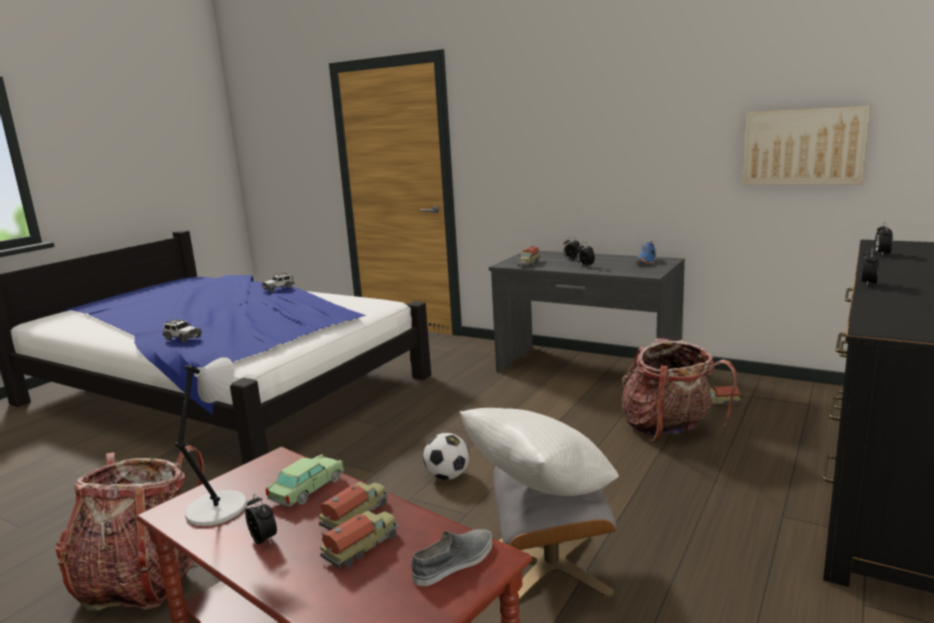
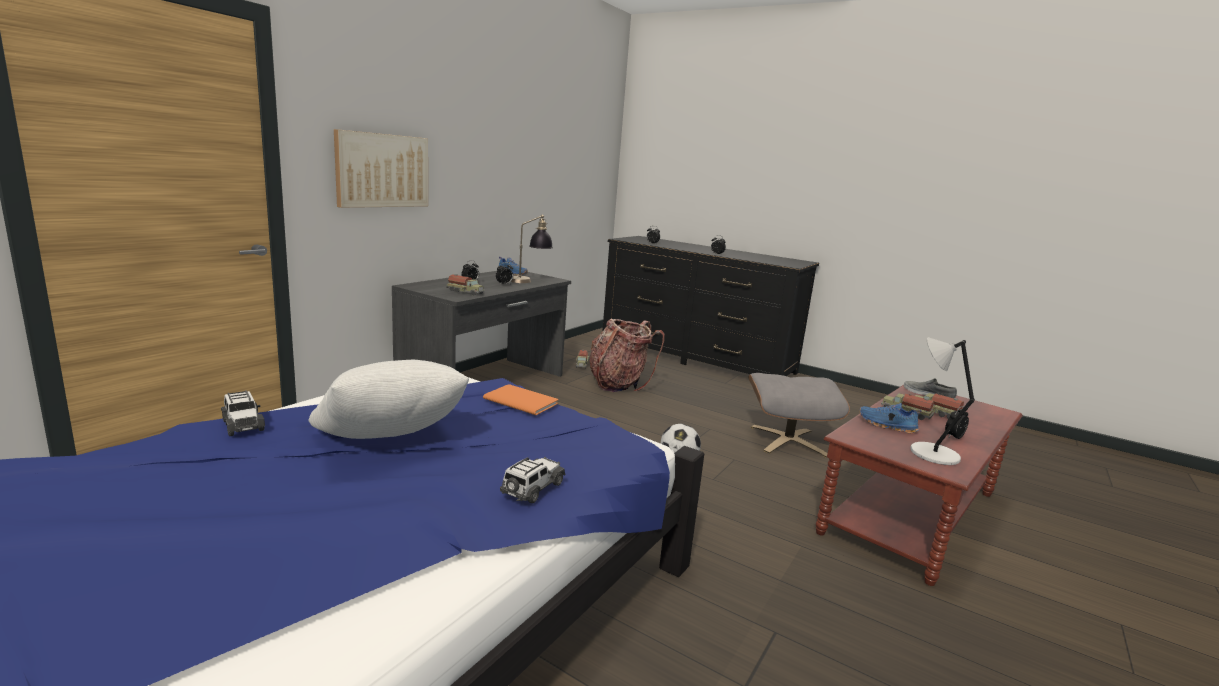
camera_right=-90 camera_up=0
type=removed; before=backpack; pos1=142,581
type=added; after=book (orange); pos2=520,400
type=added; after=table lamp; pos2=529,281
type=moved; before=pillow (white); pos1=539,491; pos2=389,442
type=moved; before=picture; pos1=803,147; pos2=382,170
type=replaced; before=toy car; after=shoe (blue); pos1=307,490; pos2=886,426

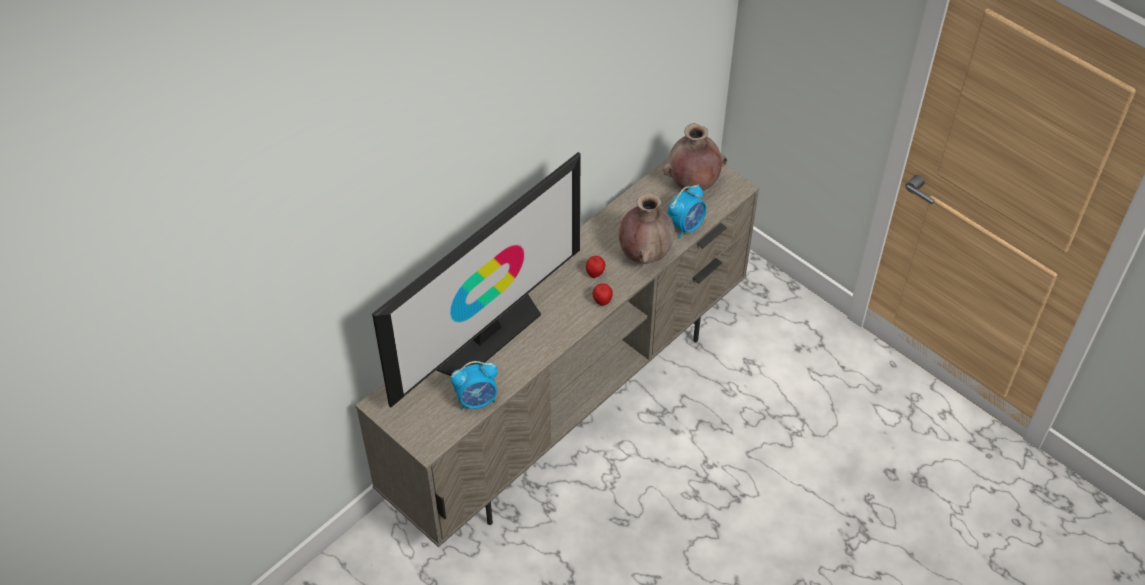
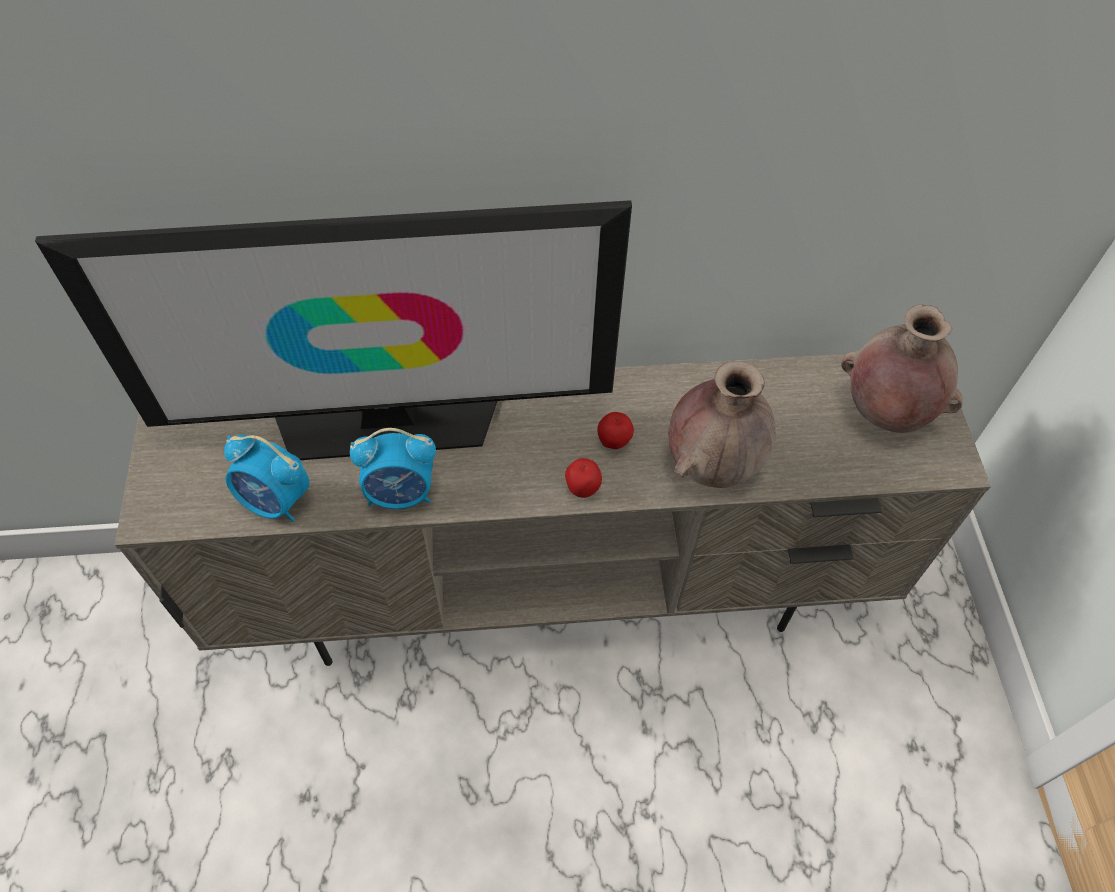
camera_right=40 camera_up=5
type=moved; before=alarm clock; pos1=686,226; pos2=401,493

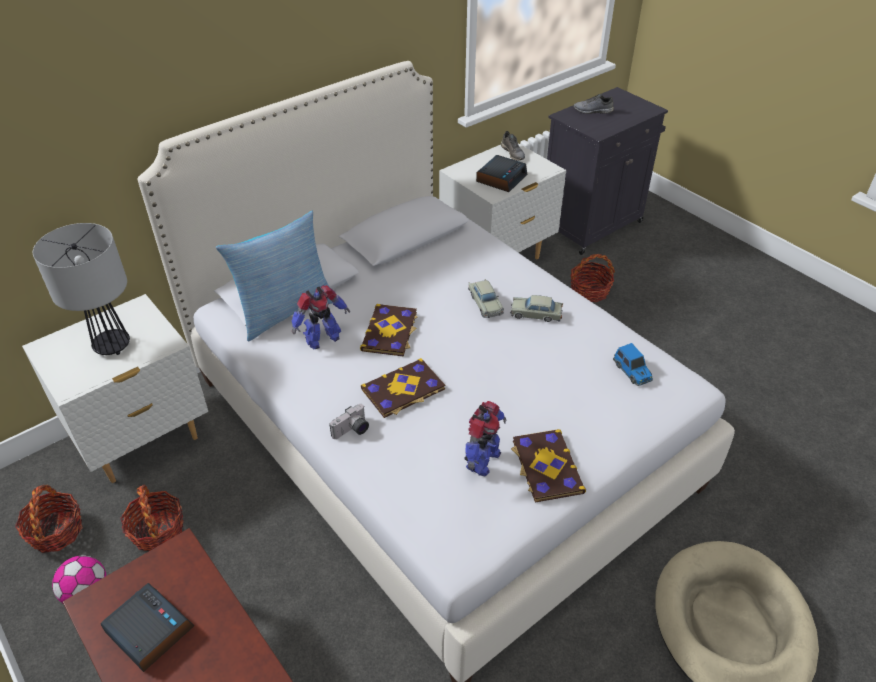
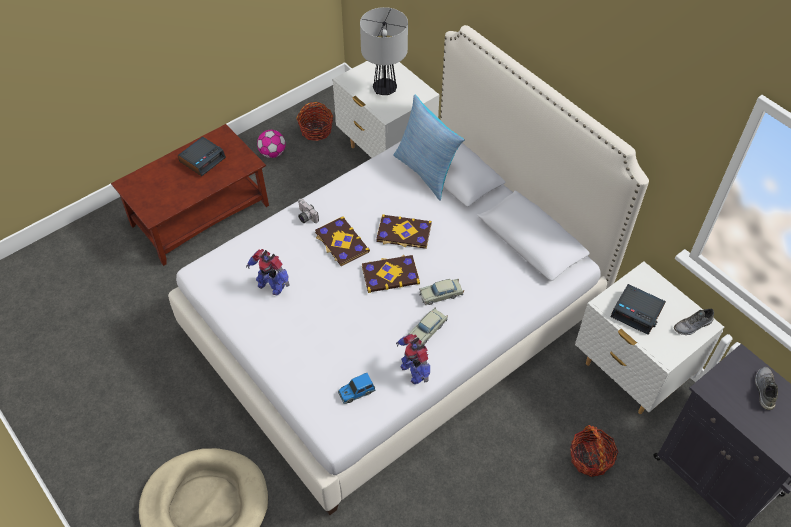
camera_right=90 camera_up=10
type=removed; before=basket; pos1=157,530
type=moved; before=toy robot; pos1=322,338; pos2=414,371
type=moved; before=book; pos1=546,467; pos2=390,274
type=turned; before=toy car (beige); pos1=536,314; pos2=427,330; turn=-150

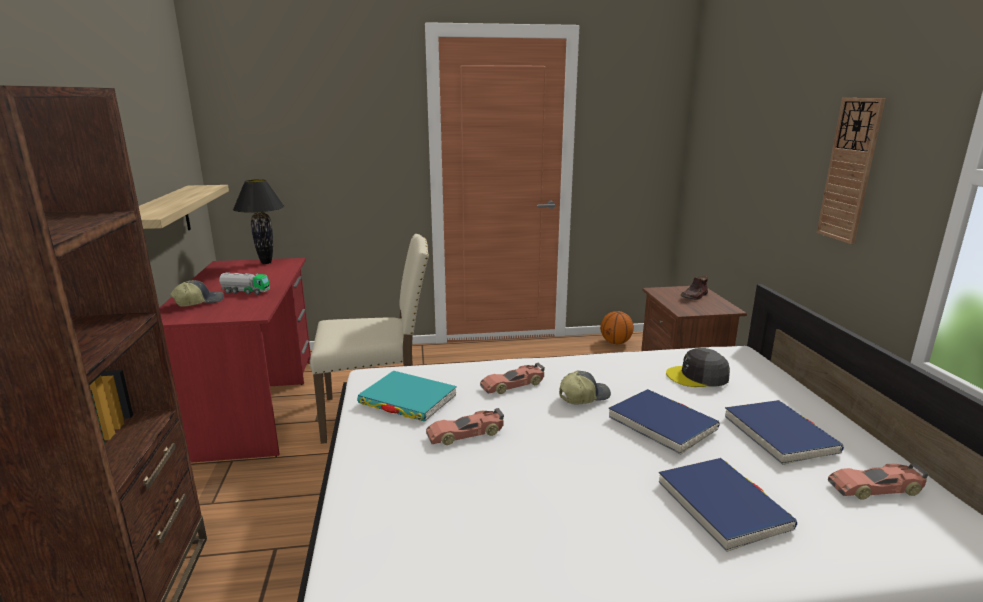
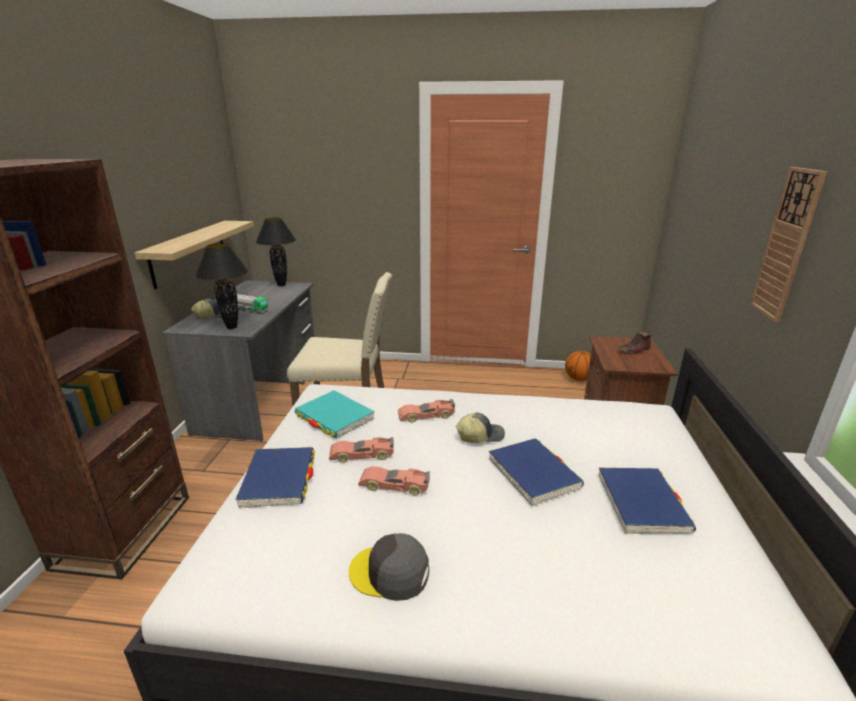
camera_right=15 camera_up=5
type=added; after=table lamp (black); pos2=231,327
type=moved; before=book (blue); pos1=722,506; pos2=279,479
type=moved; before=cap (grey); pos1=698,376; pos2=390,573
type=moved; before=toy car; pos1=876,488; pos2=395,485
type=recoloured; before=desk (red); after=desk (grey); pos1=253,405; pos2=261,396

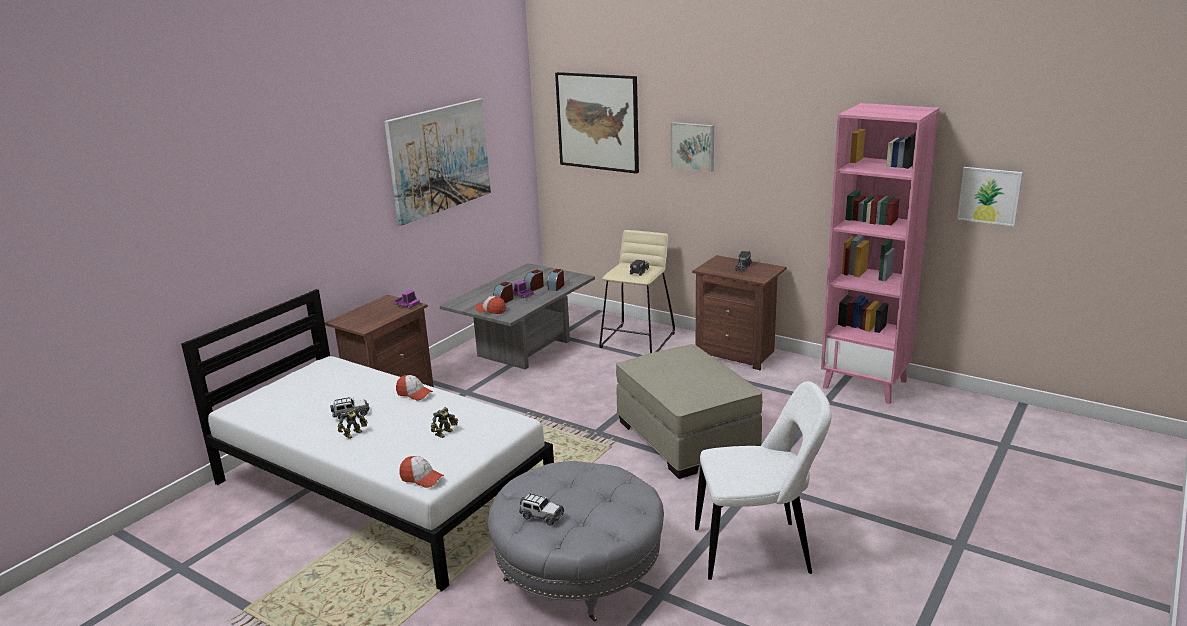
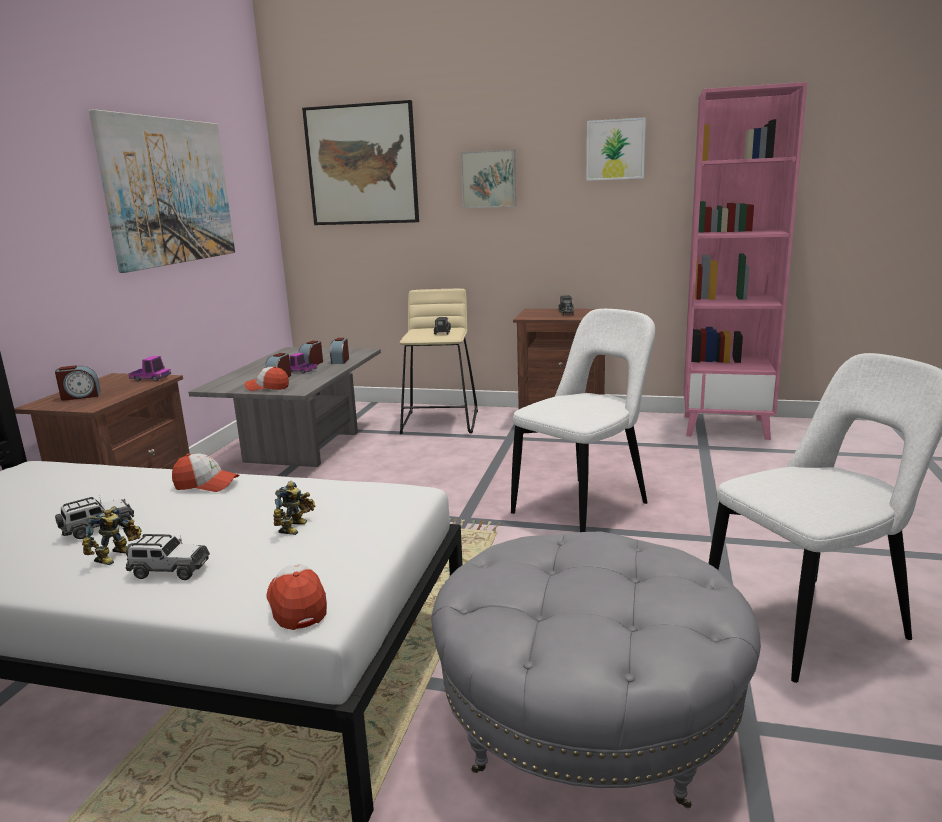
camera_right=-20 camera_up=-5
type=added; after=alarm clock; pos2=80,396
type=moved; before=toy car; pos1=541,516; pos2=169,570
type=moved; before=picture; pos1=989,196; pos2=615,149
type=replaced; before=ottoman (beige); after=chair (white); pos1=687,438; pos2=585,506
type=turned; before=cap; pos1=421,478; pos2=297,605; turn=-120

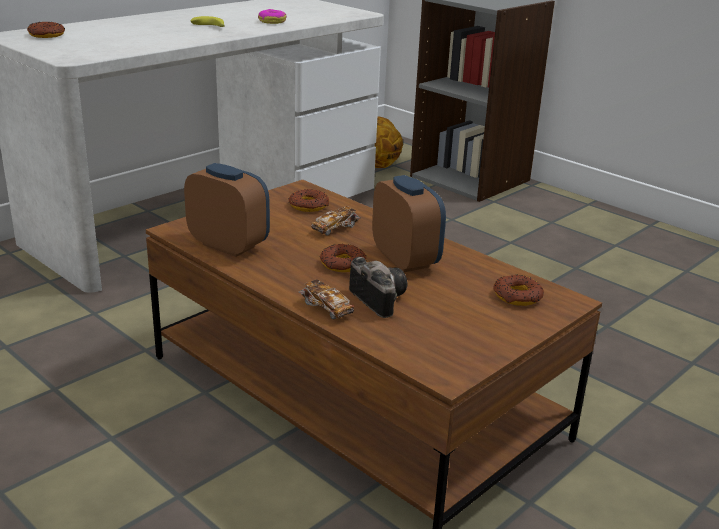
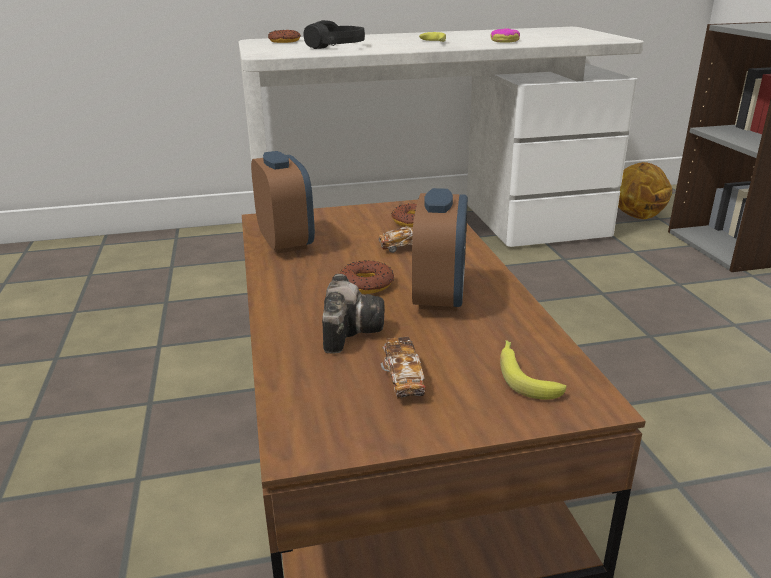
camera_right=35 camera_up=0
type=added; after=headphones (black); pos2=335,46
type=moved; before=toy car; pos1=326,309; pos2=403,379
type=replaced; before=donut; after=banana; pos1=517,296; pos2=524,375

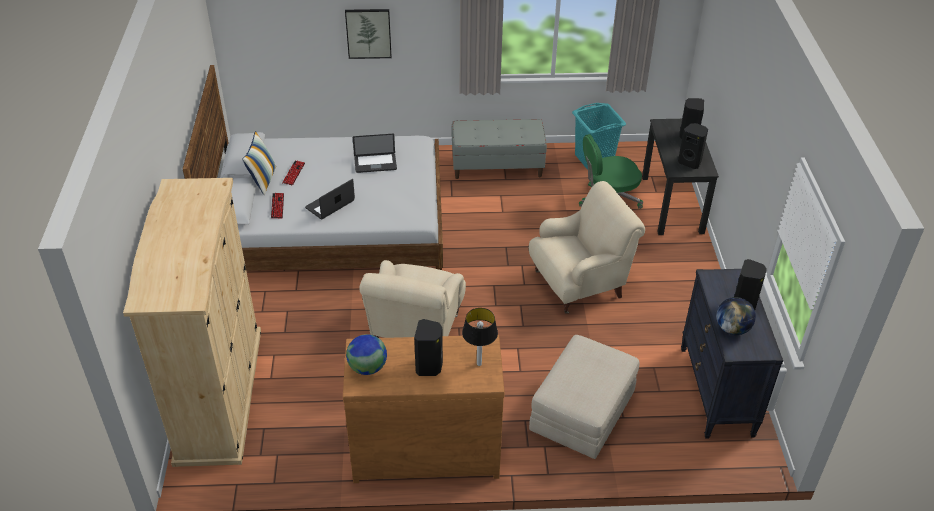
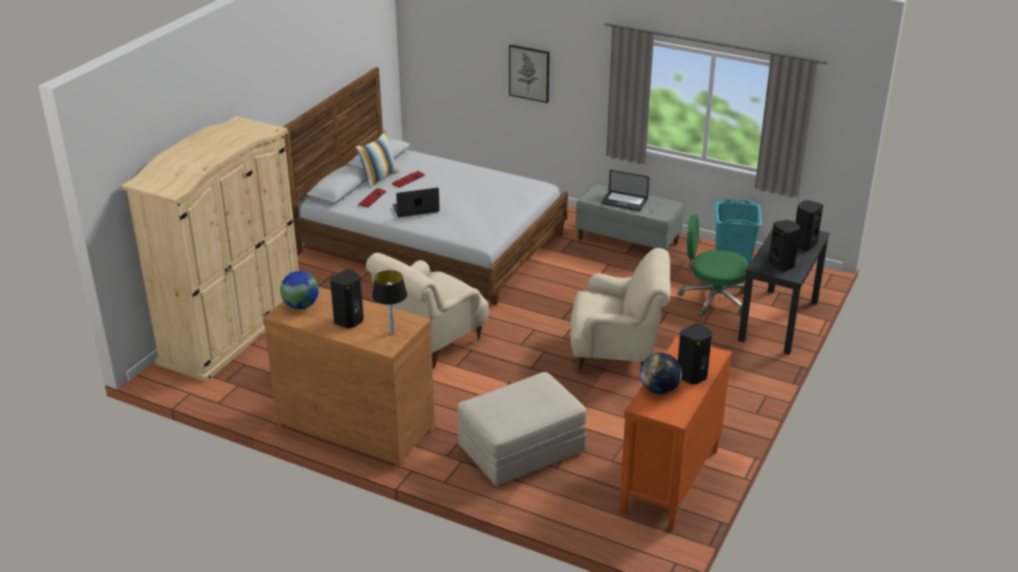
camera_right=30 camera_up=-10
type=moved; before=laptop; pos1=375,164; pos2=624,202
type=recoloured; before=dresser (black); after=dresser (orange); pos1=717,391; pos2=670,481

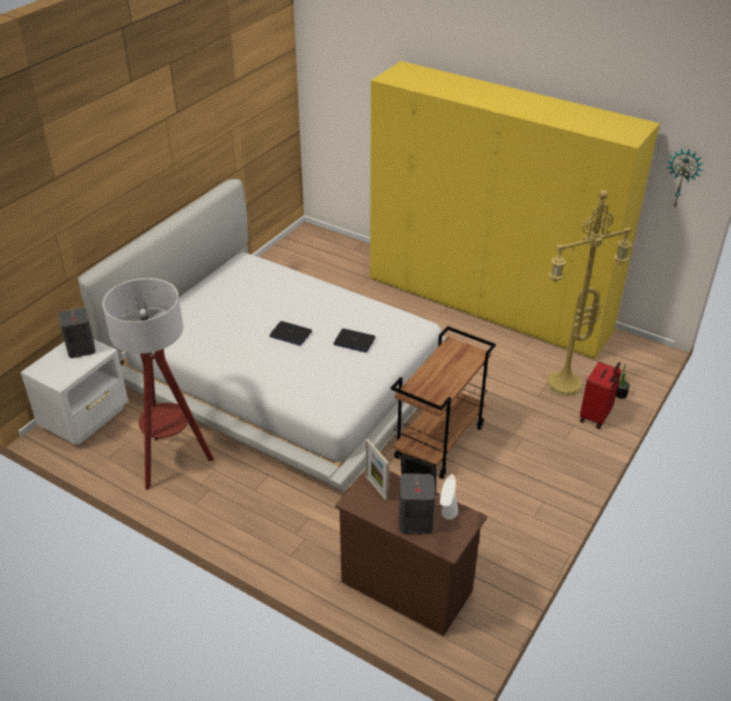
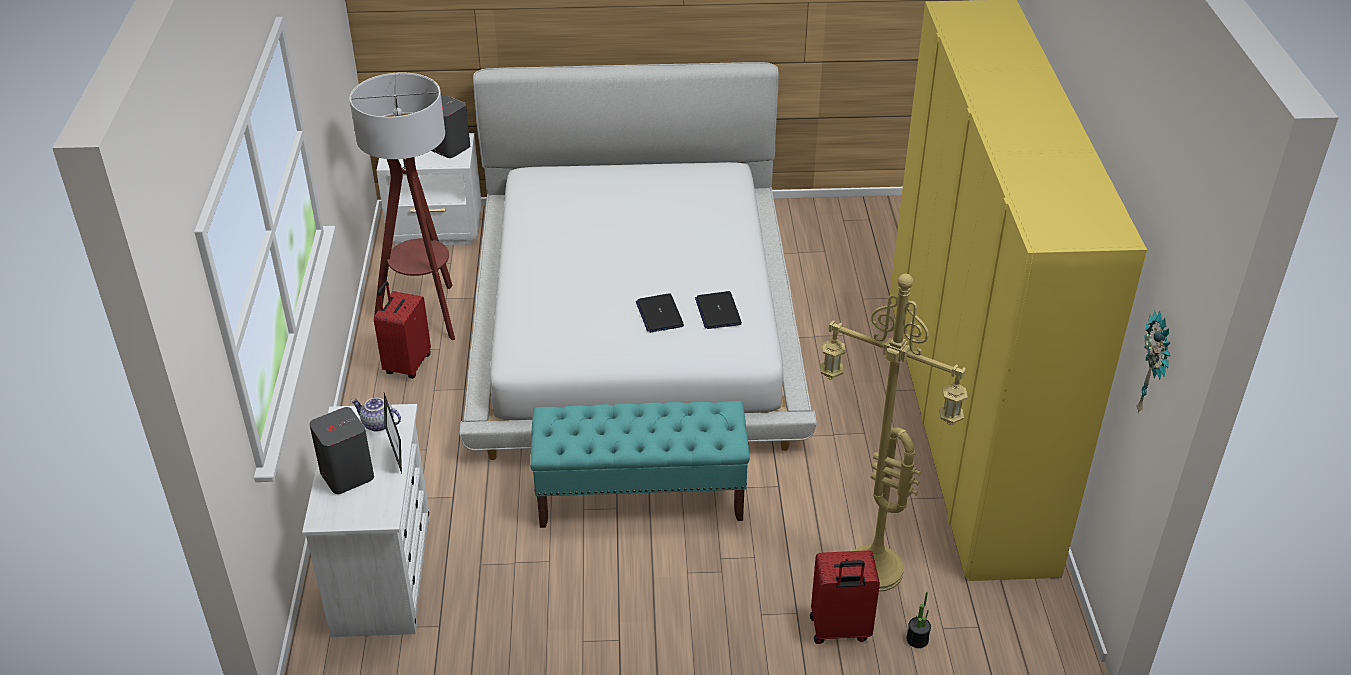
camera_right=55 camera_up=0
type=removed; before=table lamp (white); pos1=446,530
type=added; after=suitcase (red); pos2=406,365
type=moved; before=laptop; pos1=290,334; pos2=718,311
type=replaced; before=picture frame; after=teapot; pos1=376,488; pos2=377,424
type=replaced; before=cart (brown); after=bench (turquoise); pos1=439,442; pos2=641,497
type=recoloured; before=dresser (brown); after=dresser (white); pos1=406,586; pos2=383,573

